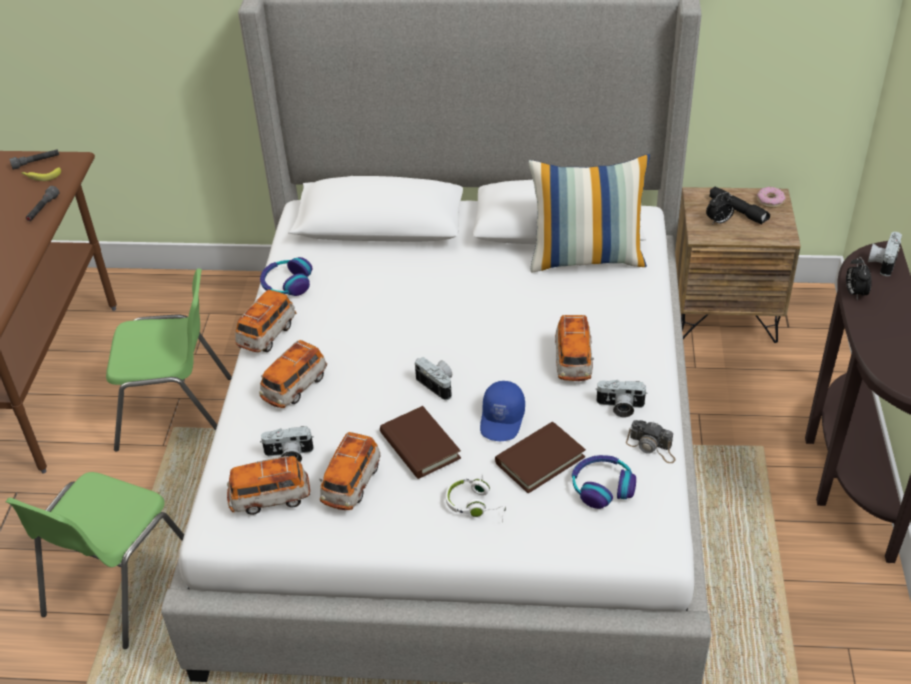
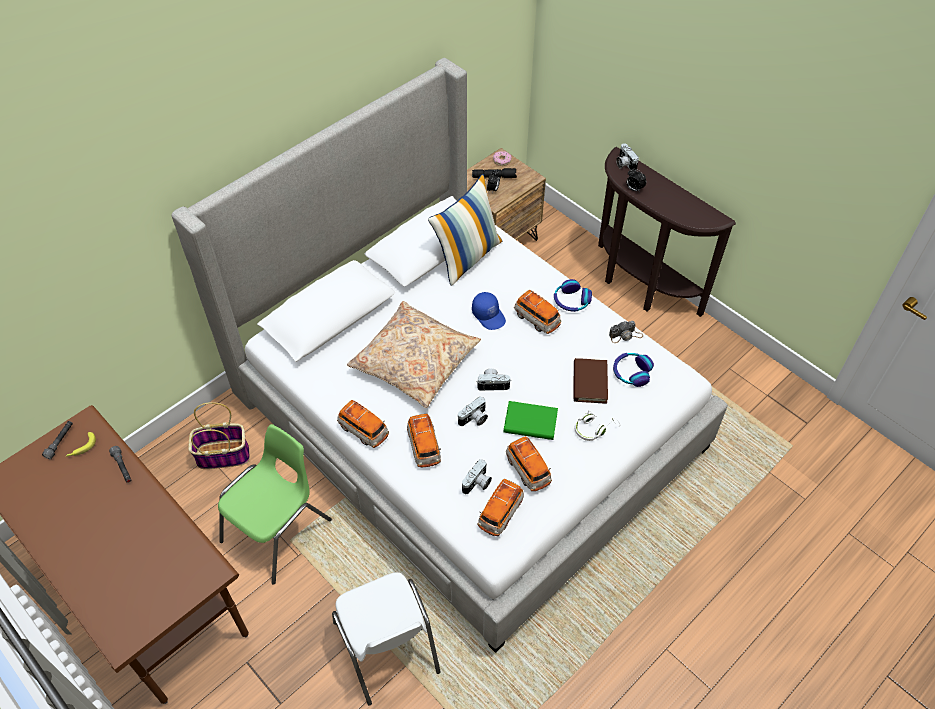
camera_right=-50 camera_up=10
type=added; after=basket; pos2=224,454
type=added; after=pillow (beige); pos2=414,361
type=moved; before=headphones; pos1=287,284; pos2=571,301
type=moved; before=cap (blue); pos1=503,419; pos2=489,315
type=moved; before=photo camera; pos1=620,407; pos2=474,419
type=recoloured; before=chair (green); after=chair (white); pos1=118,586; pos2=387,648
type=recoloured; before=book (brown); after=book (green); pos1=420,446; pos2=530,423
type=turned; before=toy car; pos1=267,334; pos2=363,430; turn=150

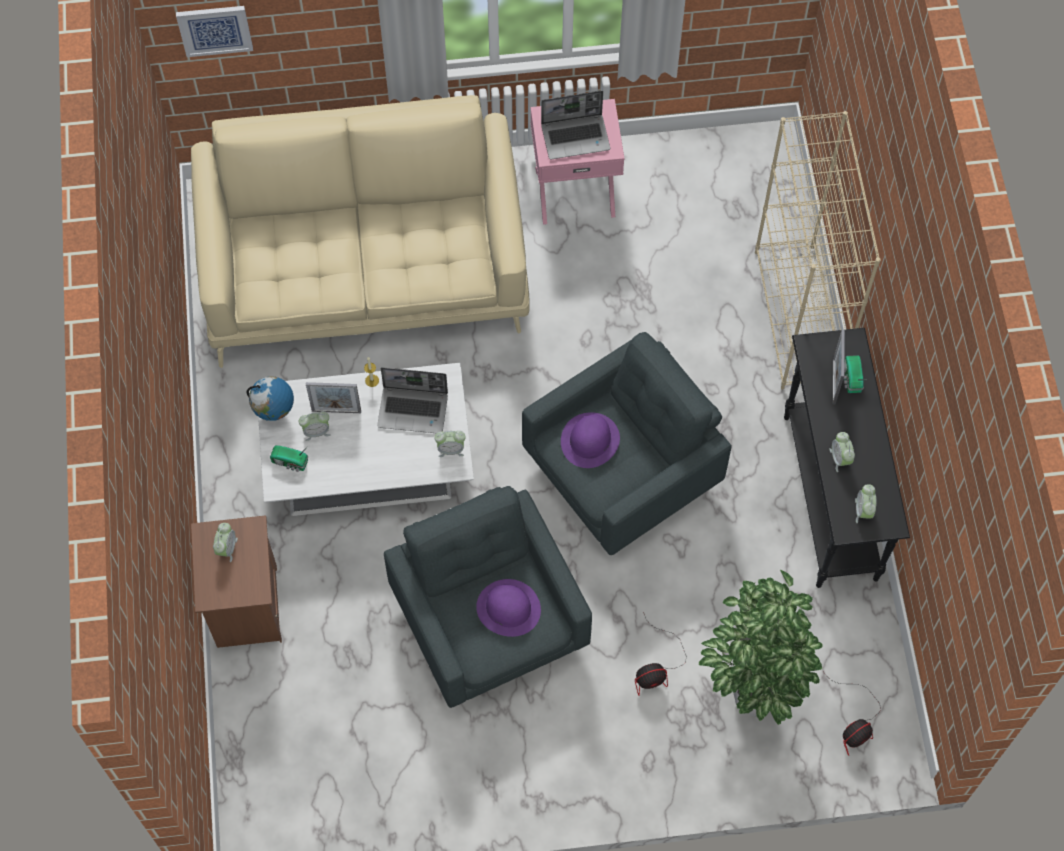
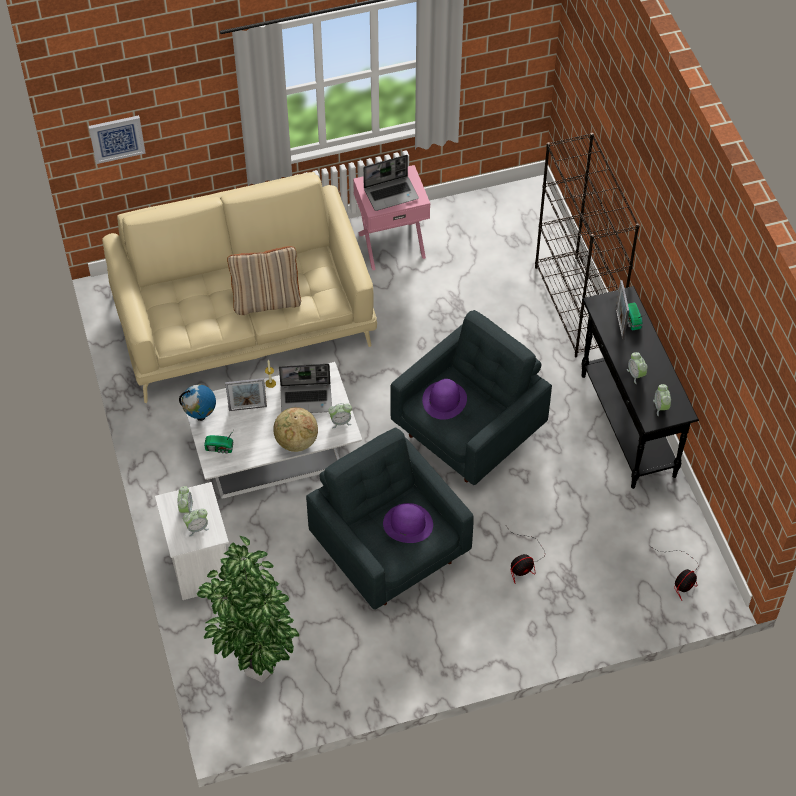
camera_right=-10 camera_up=-10
type=added; after=pillow (beige); pos2=266,301
type=added; after=globe; pos2=296,442
type=moved; before=alarm clock; pos1=316,431; pos2=197,528
type=moved; before=potted plant; pos1=747,699; pos2=255,670
type=recoloured; before=nightstand (brown); after=nightstand (white); pos1=245,607; pos2=198,568
type=recoloured; before=bookcase (beige); after=bookcase (black); pos1=798,317; pos2=577,306

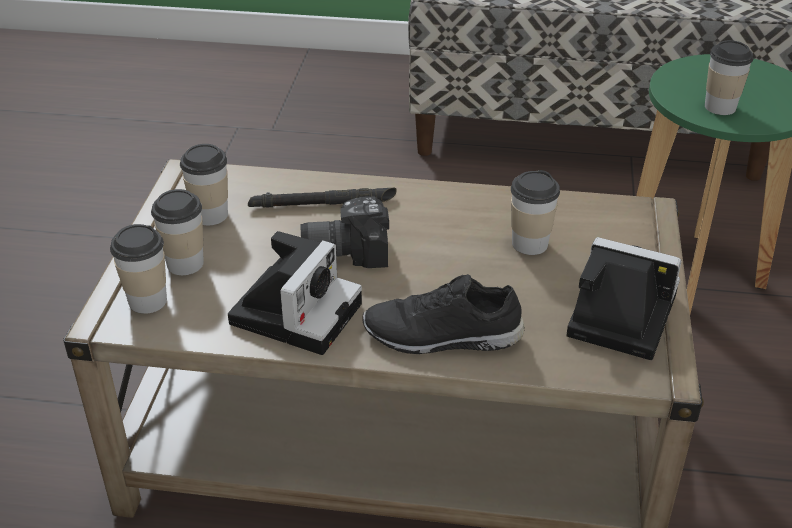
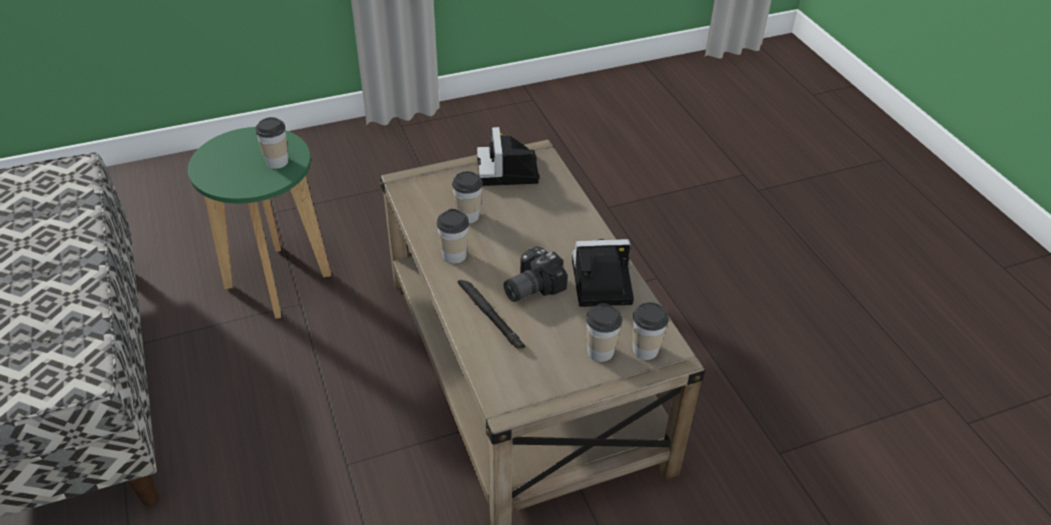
camera_right=-120 camera_up=5
type=removed; before=shoe (black); pos1=442,338
type=moved; before=cup; pos1=210,215; pos2=454,255
type=turned; before=photo camera; pos1=345,249; pos2=530,286; turn=90

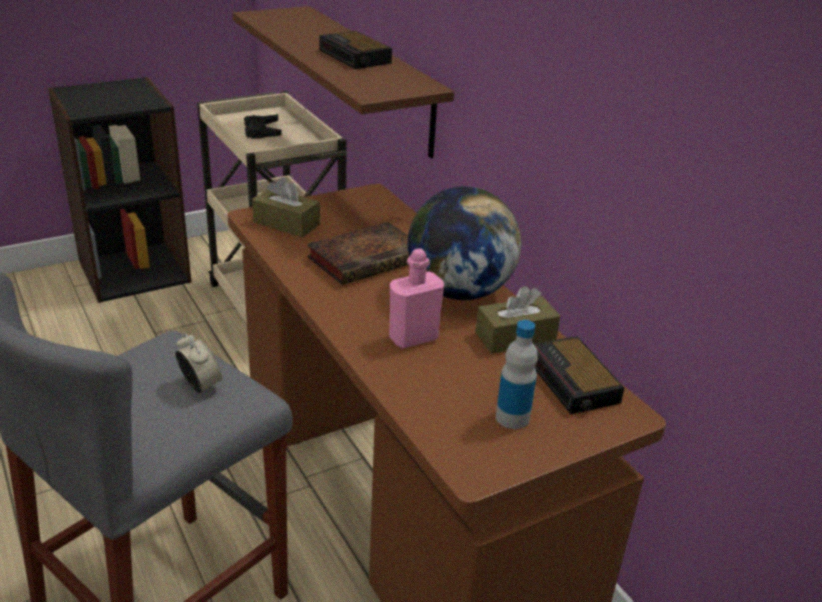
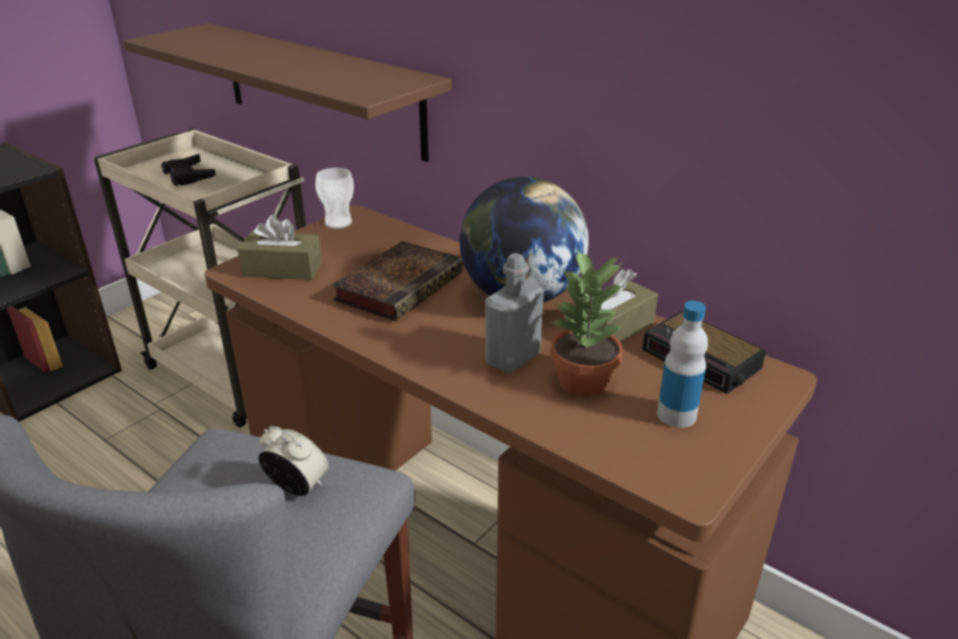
camera_right=-20 camera_up=0
type=removed; before=alarm clock; pos1=356,57
type=added; after=cup; pos2=338,223
type=added; after=potted plant; pos2=584,382
type=recoloured; before=bottle (pink); after=bottle (grey); pos1=413,338; pos2=512,358

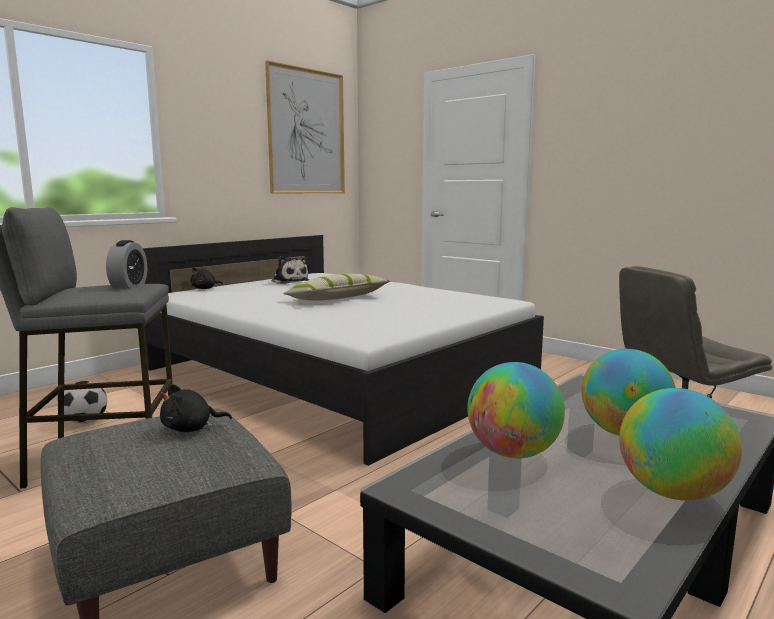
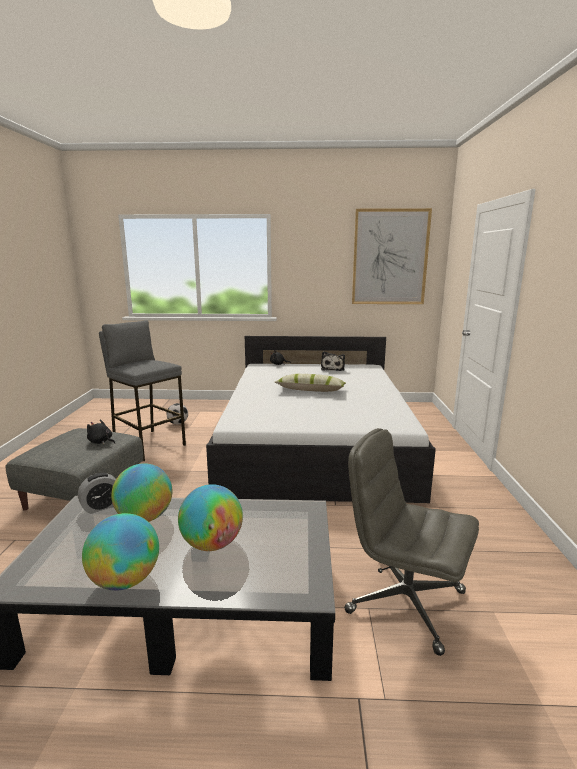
camera_right=50 camera_up=5
type=moved; before=alarm clock; pos1=129,285; pos2=101,506

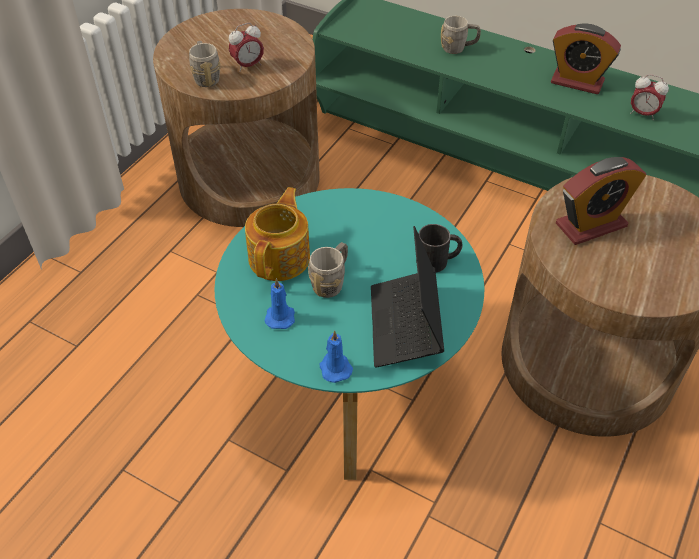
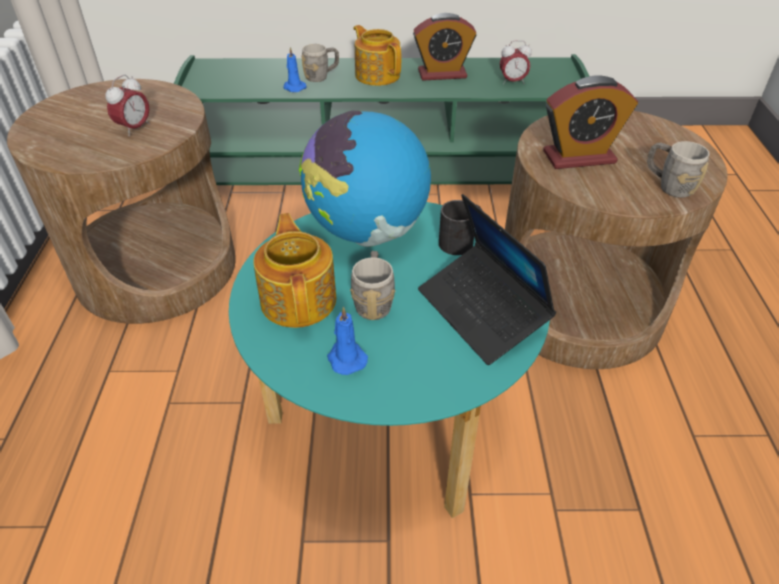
camera_right=-30 camera_up=-5
type=added; after=globe; pos2=367,231
type=added; after=teapot; pos2=377,75
type=moved; before=mug (grey); pos1=206,76; pos2=668,186
type=moved; before=candle (blue); pos1=334,367; pos2=293,87
type=turned; before=alarm clock; pos1=591,225; pos2=579,157; turn=45

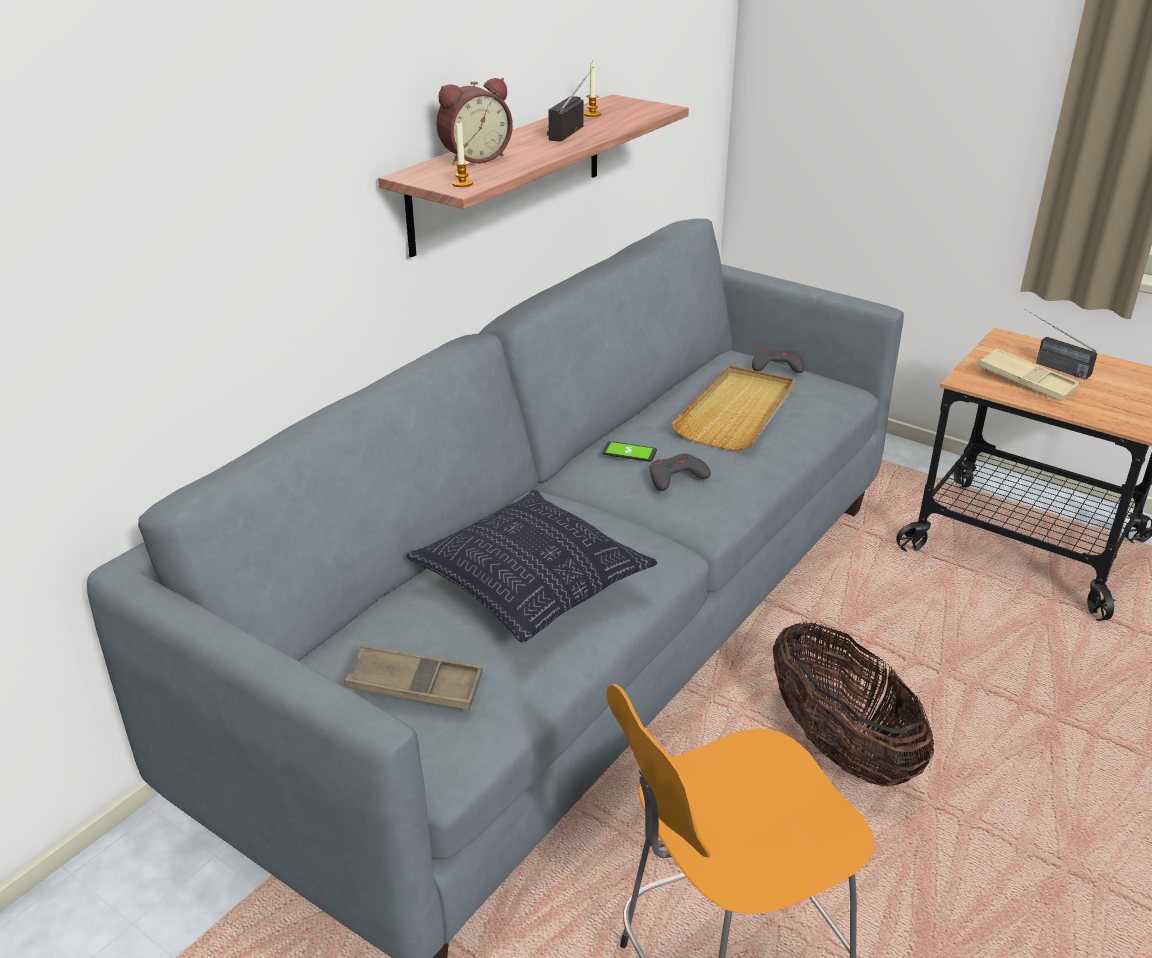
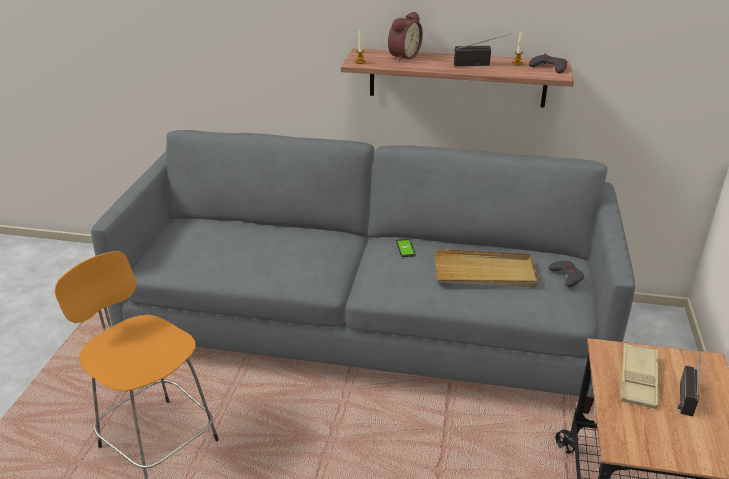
camera_right=65 camera_up=0
type=removed; before=tray (brown); pos1=415,685
type=removed; before=pillow; pos1=530,586
type=removed; before=basket; pos1=840,746
type=moved; before=game controller (grey); pos1=676,477; pos2=549,67
type=turned; before=alarm clock; pos1=474,158; pos2=402,56; turn=-90

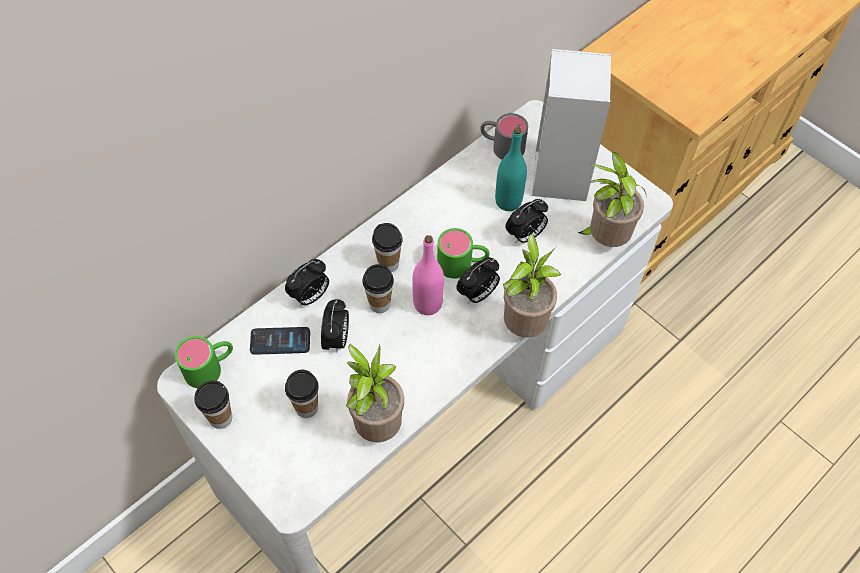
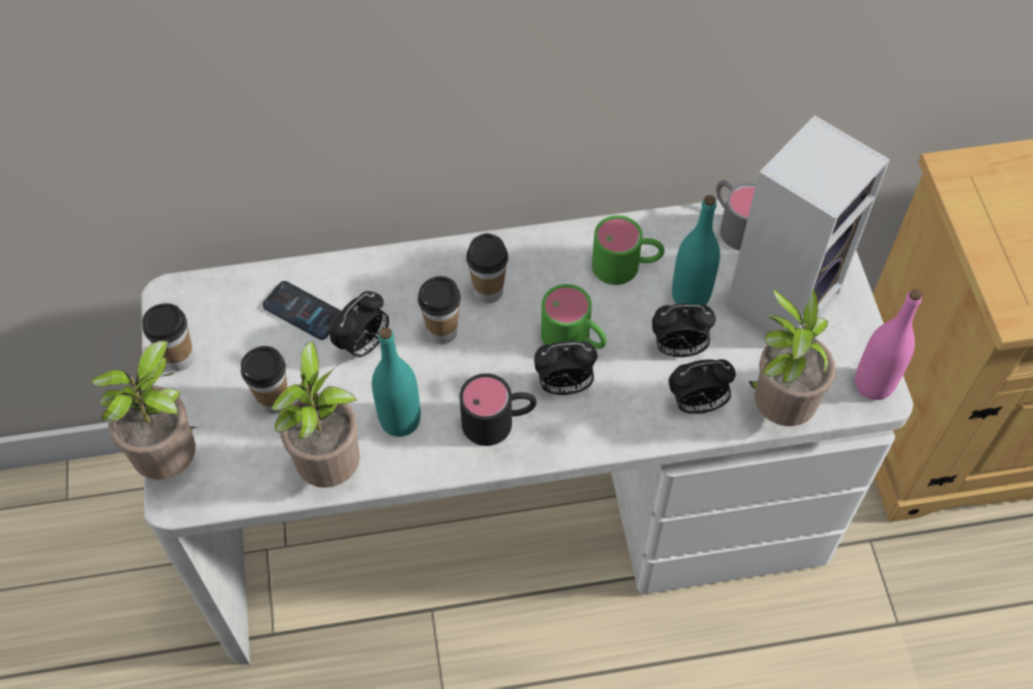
camera_right=35 camera_up=0
type=added; after=bottle (turquoise); pos2=400,420
type=added; after=mug (black); pos2=499,421
type=moved; before=mug (green); pos1=210,367; pos2=626,266
type=moved; before=alarm clock; pos1=310,296; pos2=696,404
type=moved; before=bottle (pink); pos1=427,304; pos2=873,384
type=moved; before=potted plant; pos1=524,324; pos2=173,460

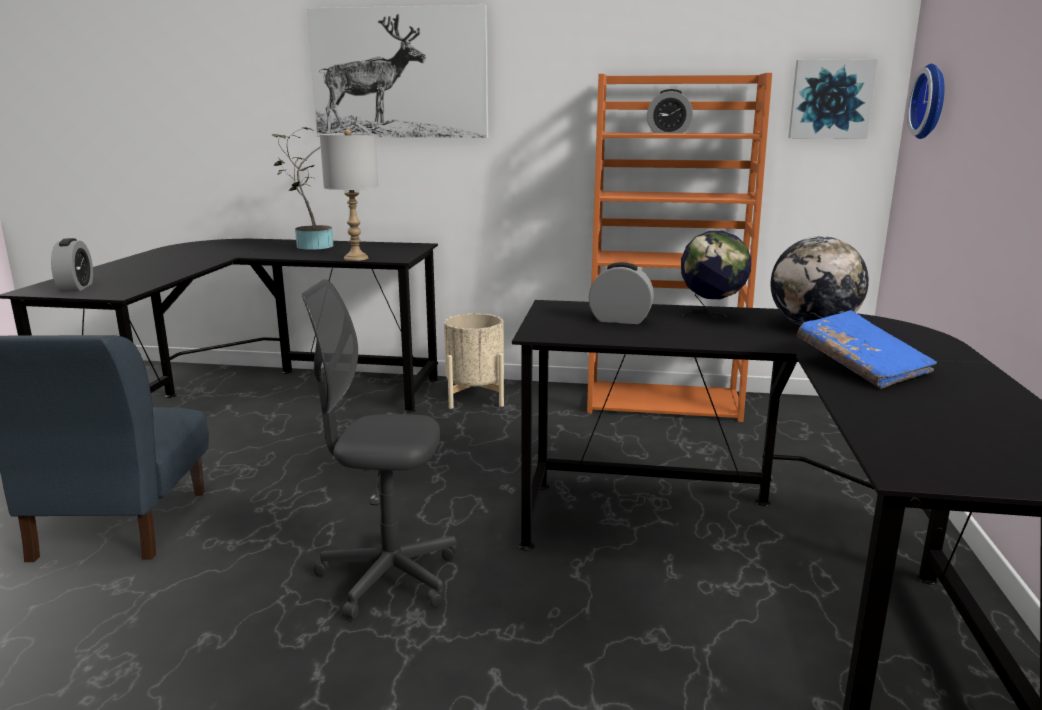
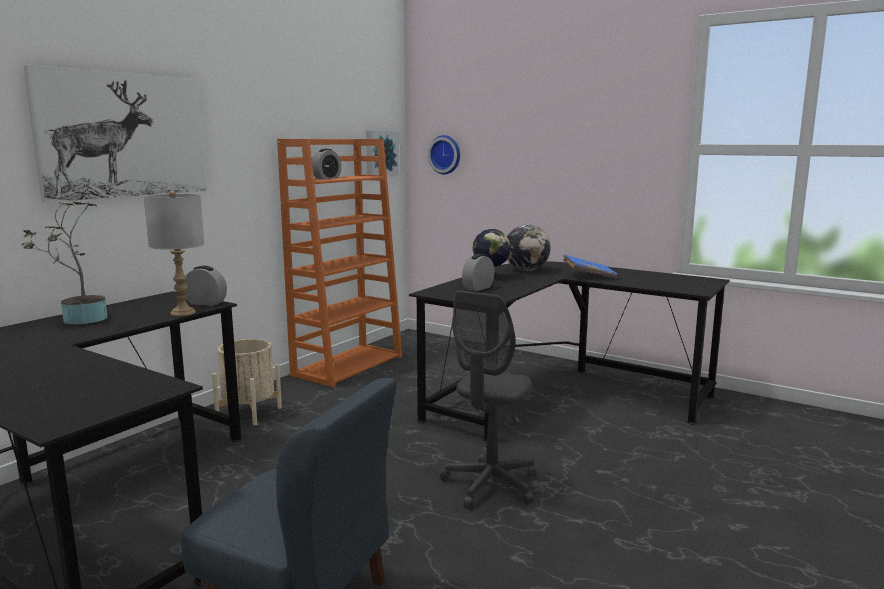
camera_right=-65 camera_up=-5
type=moved; before=alarm clock; pos1=76,287; pos2=206,303

